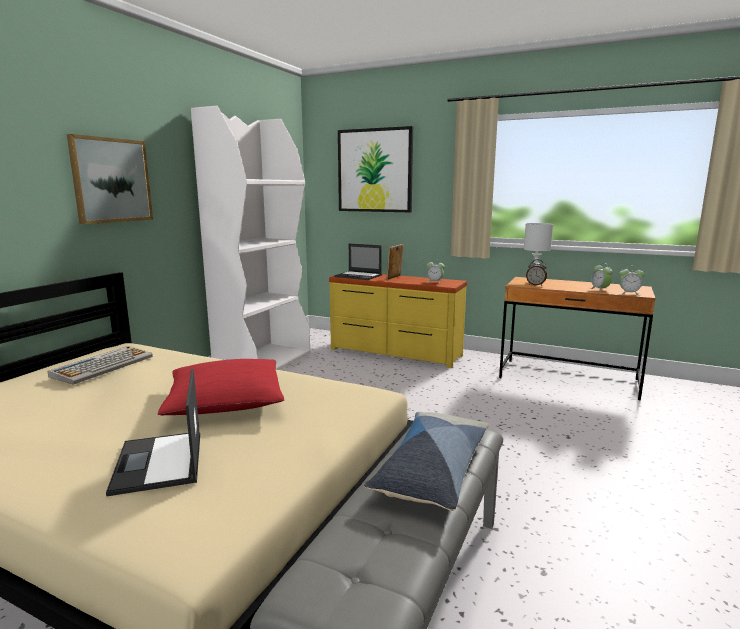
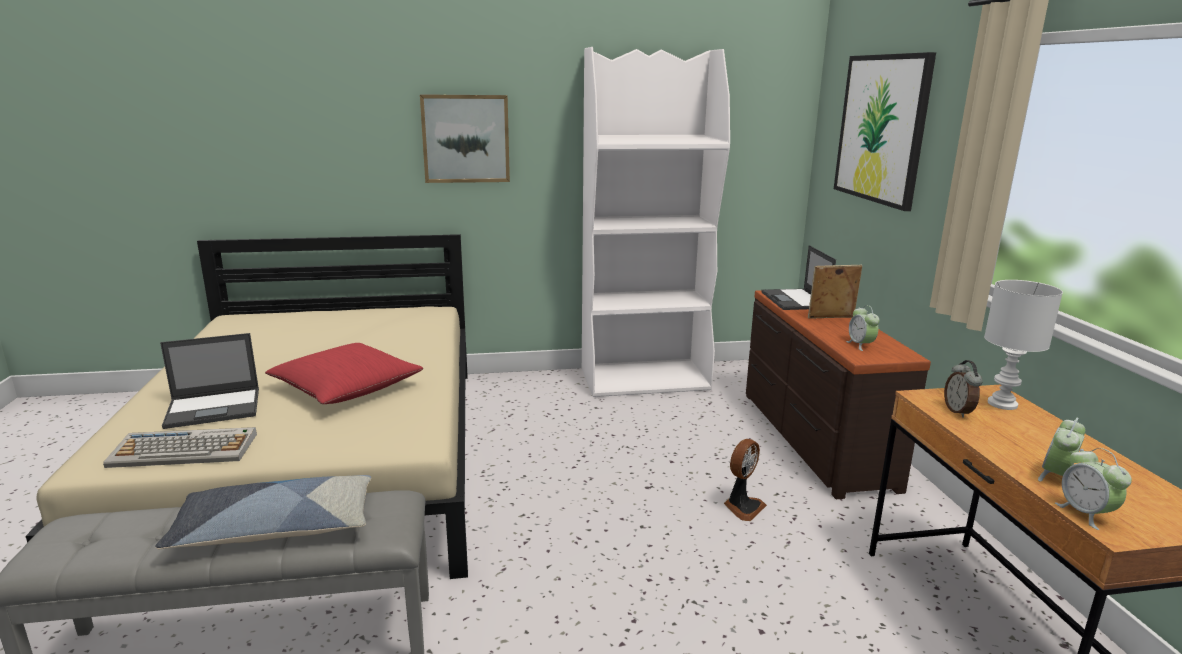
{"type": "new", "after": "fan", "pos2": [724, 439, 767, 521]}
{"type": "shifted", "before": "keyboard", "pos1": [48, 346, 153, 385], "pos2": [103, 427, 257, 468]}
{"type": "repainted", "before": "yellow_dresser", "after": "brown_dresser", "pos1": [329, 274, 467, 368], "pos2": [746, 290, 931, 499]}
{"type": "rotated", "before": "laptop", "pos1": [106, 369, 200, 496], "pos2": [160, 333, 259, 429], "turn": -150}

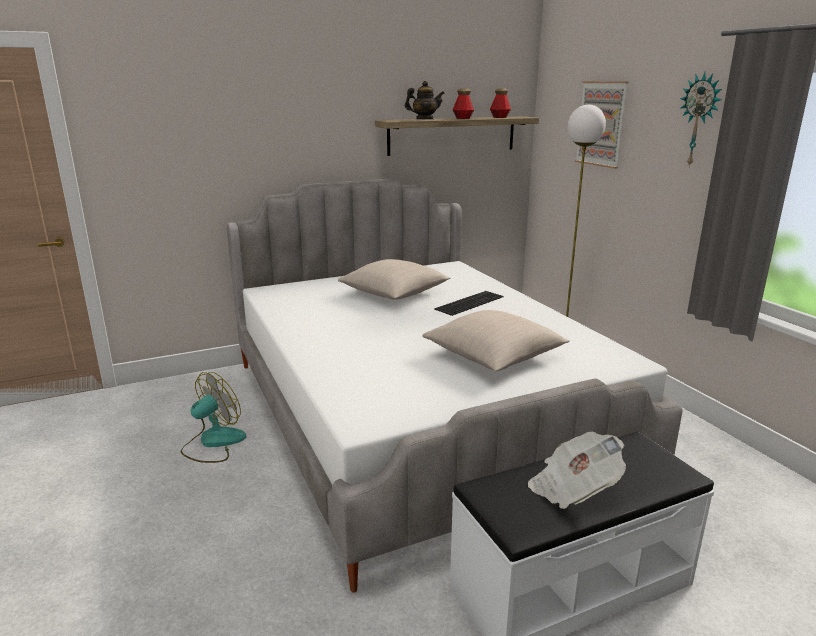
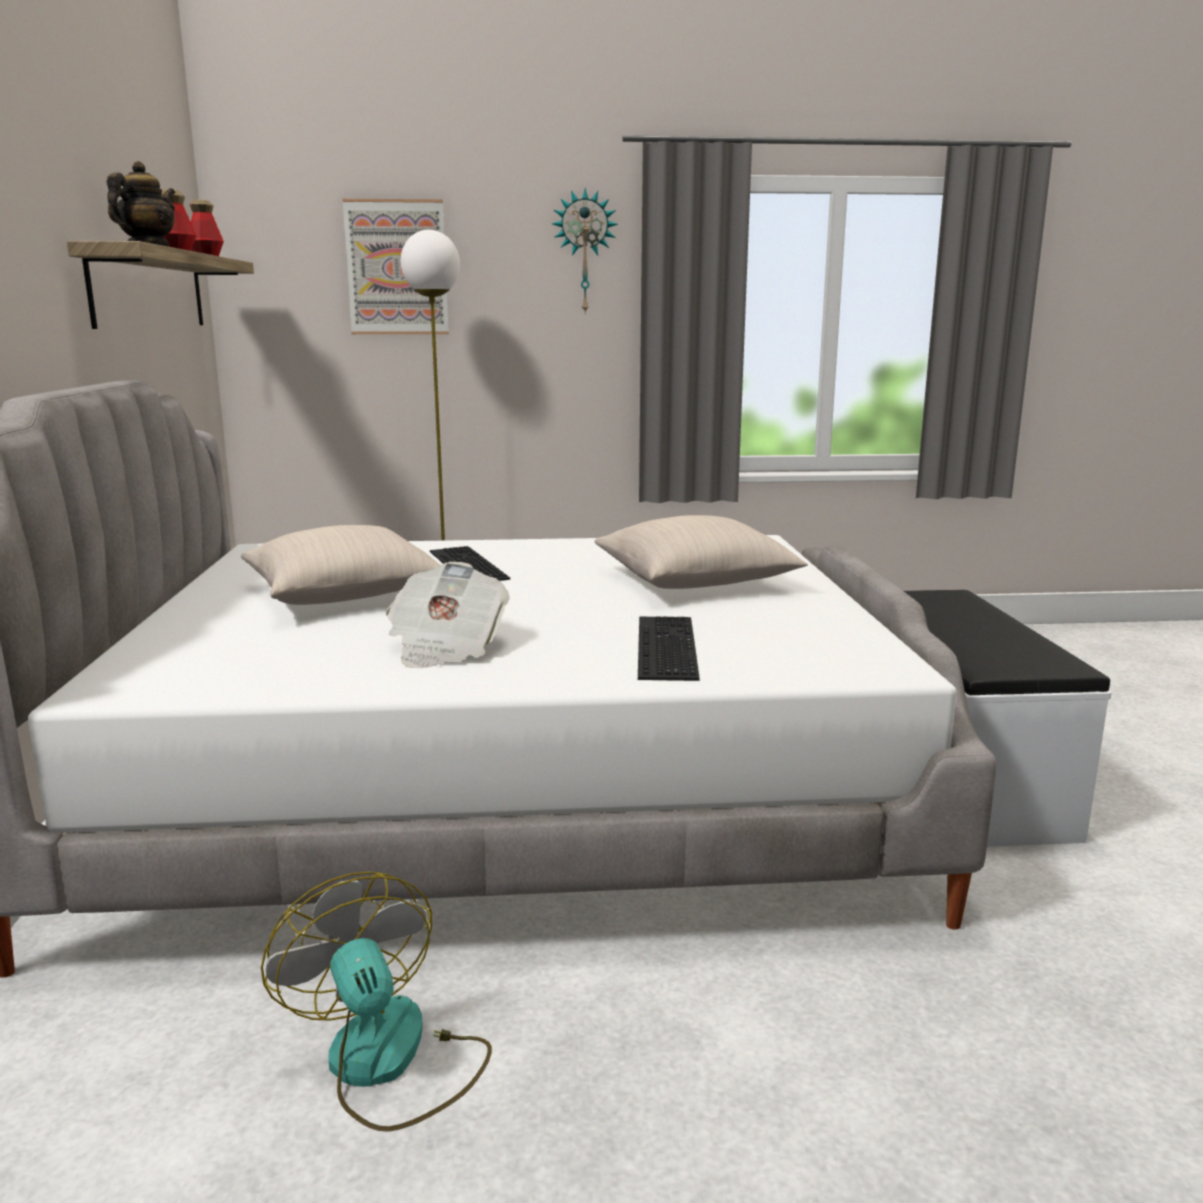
{"type": "new", "after": "keyboard", "pos2": [638, 616, 700, 681]}
{"type": "shifted", "before": "newspaper", "pos1": [528, 432, 626, 509], "pos2": [386, 562, 510, 668]}

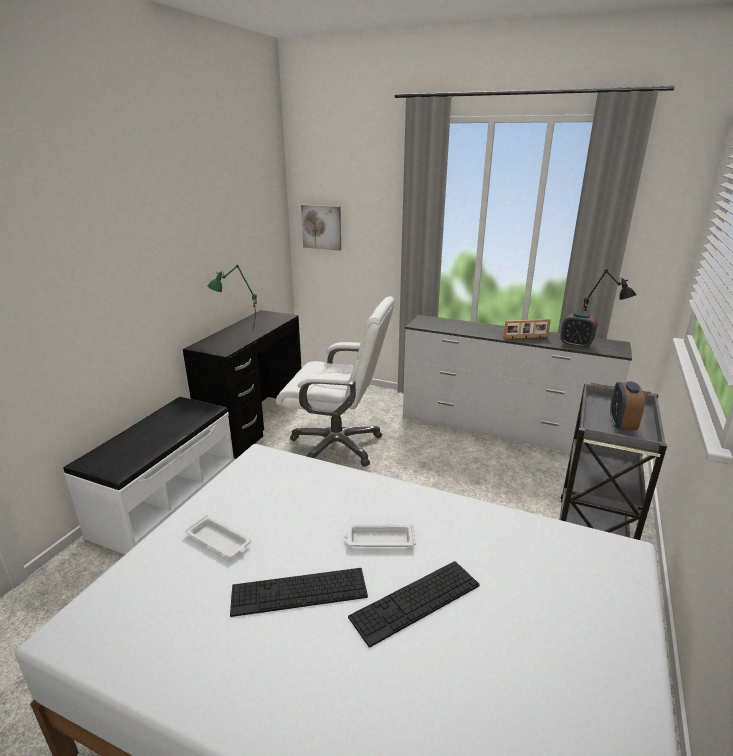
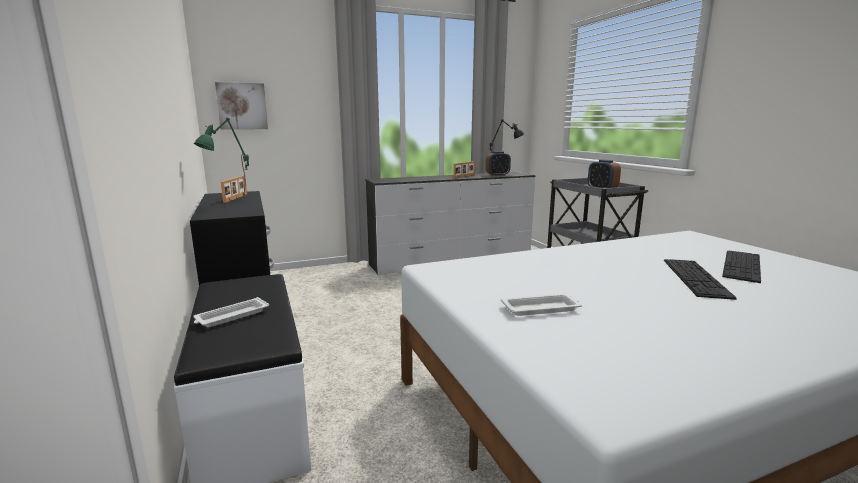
{"type": "gone", "before": "white_office_chair", "pos1": [276, 296, 395, 466]}
{"type": "new", "after": "picture_frame", "pos2": [221, 176, 247, 203]}
{"type": "shifted", "before": "keyboard", "pos1": [230, 568, 368, 617], "pos2": [722, 250, 761, 283]}
{"type": "shifted", "before": "white_tray", "pos1": [344, 524, 415, 547], "pos2": [193, 297, 269, 327]}

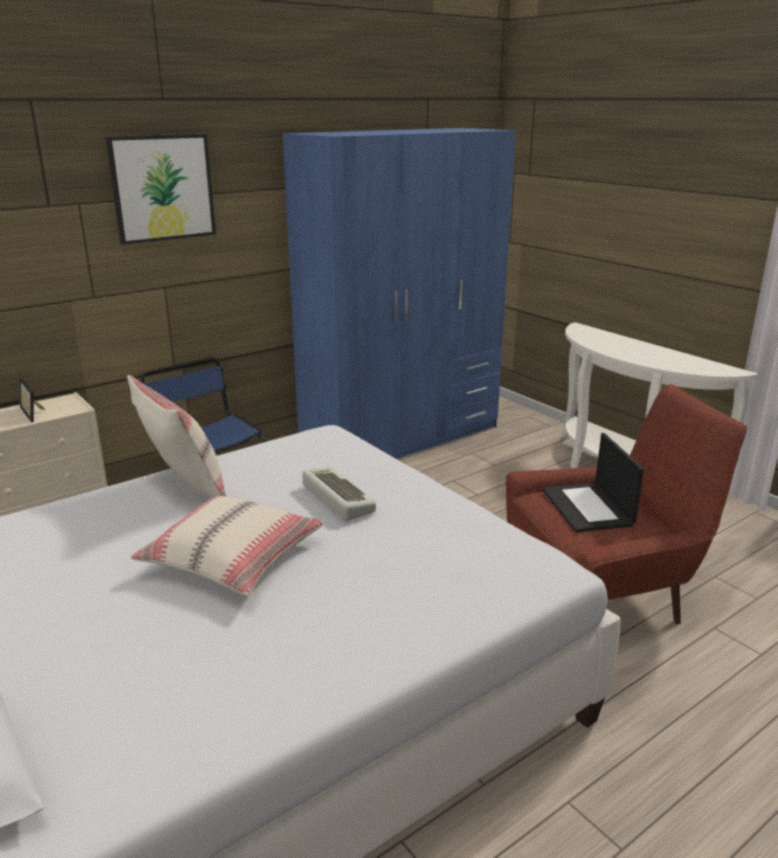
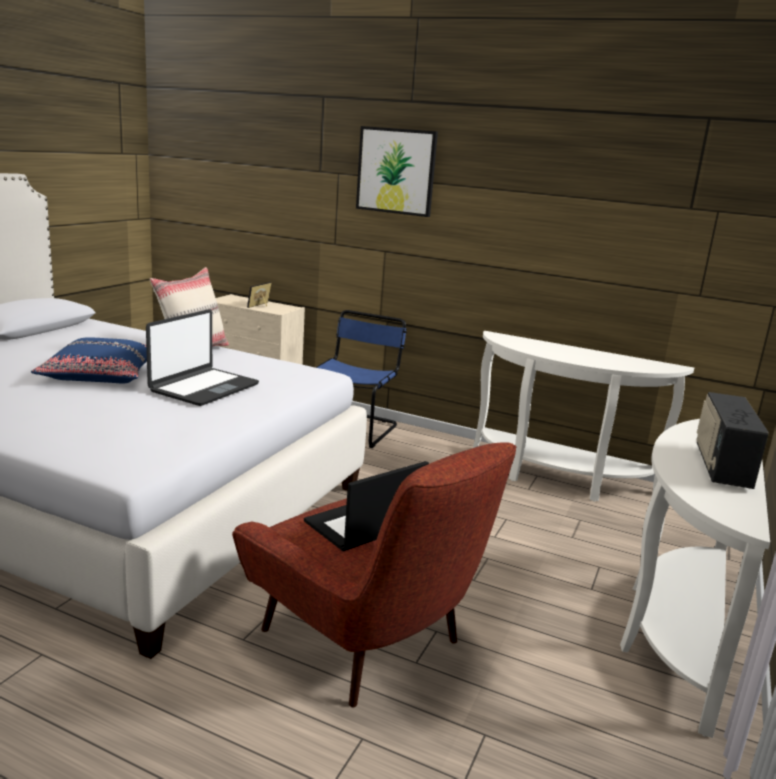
{"type": "new", "after": "radio", "pos2": [697, 392, 769, 489]}
{"type": "swapped", "before": "blue_wardrobe", "after": "white_console_table", "pos1": [282, 128, 516, 459], "pos2": [473, 331, 694, 502]}
{"type": "swapped", "before": "keyboard", "after": "laptop", "pos1": [302, 467, 376, 521], "pos2": [146, 309, 259, 406]}
{"type": "repainted", "before": "beige_pillow", "after": "blue_pillow", "pos1": [130, 495, 325, 596], "pos2": [31, 337, 147, 384]}

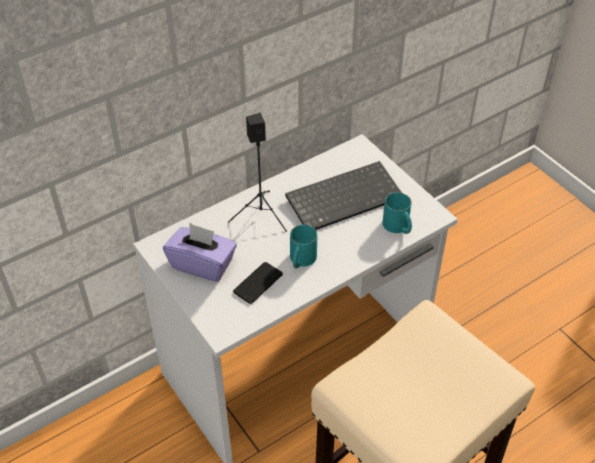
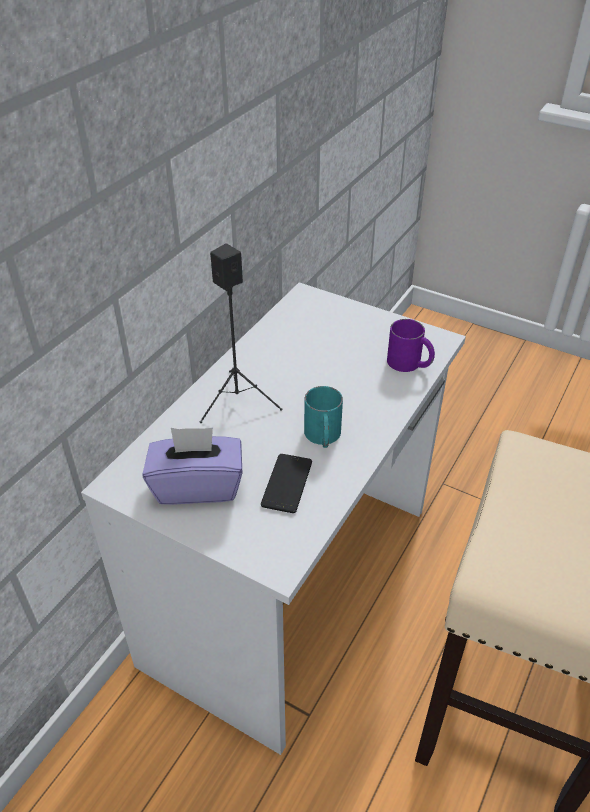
{"type": "gone", "before": "keyboard", "pos1": [285, 161, 402, 230]}
{"type": "repainted", "before": "turquoise_mug", "after": "purple_mug", "pos1": [382, 192, 412, 234], "pos2": [387, 319, 435, 372]}

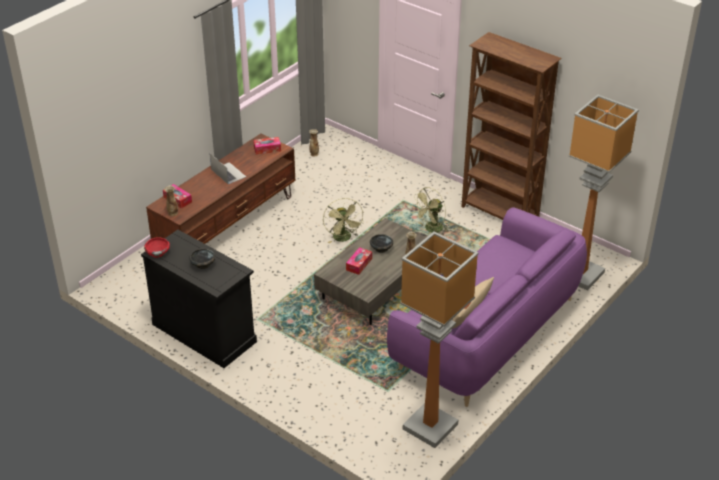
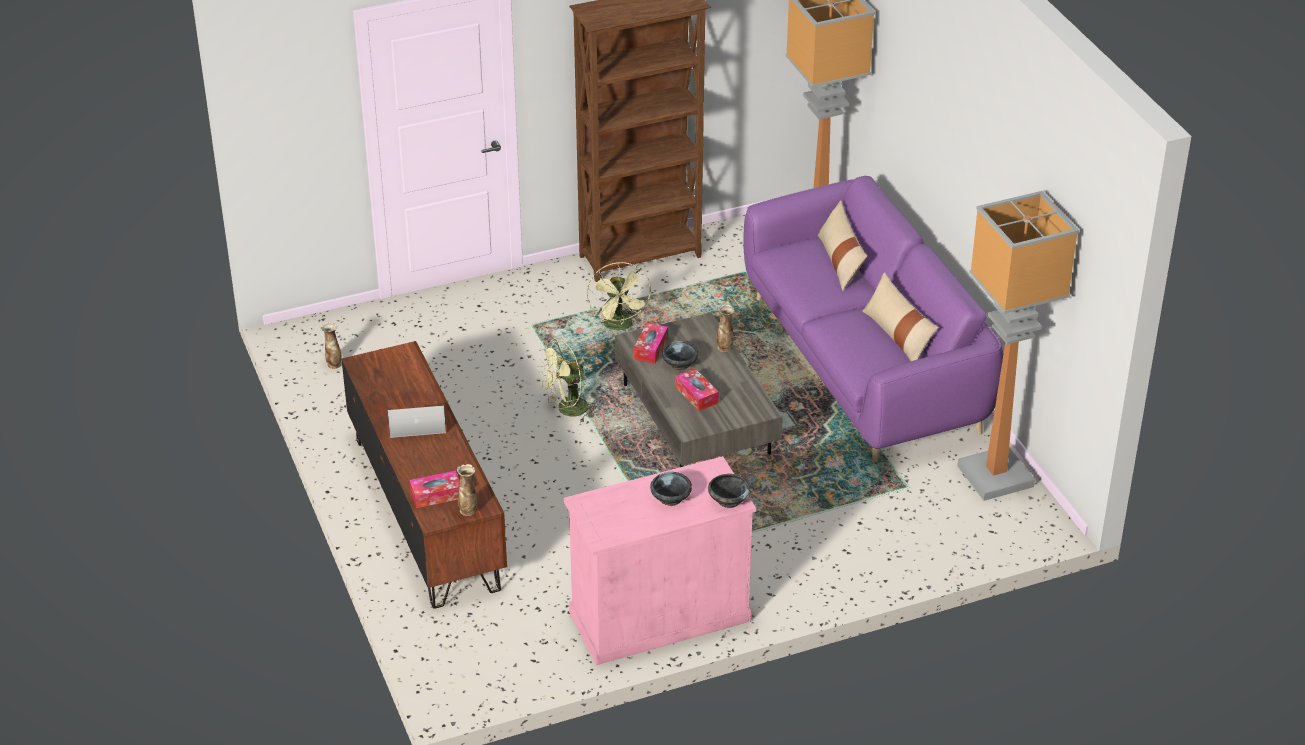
{"type": "gone", "before": "red_bowl", "pos1": [144, 237, 170, 258]}
{"type": "new", "after": "black_bowl", "pos2": [708, 474, 750, 508]}
{"type": "new", "after": "beige_pillow", "pos2": [818, 200, 867, 290]}
{"type": "shifted", "before": "tissue_box", "pos1": [253, 137, 281, 155], "pos2": [634, 323, 668, 364]}
{"type": "repainted", "before": "black_cabinet", "after": "pink_cabinet", "pos1": [141, 230, 257, 368], "pos2": [563, 456, 756, 665]}
{"type": "rotated", "before": "green_fan", "pos1": [323, 198, 364, 243], "pos2": [537, 340, 598, 422], "turn": 135}

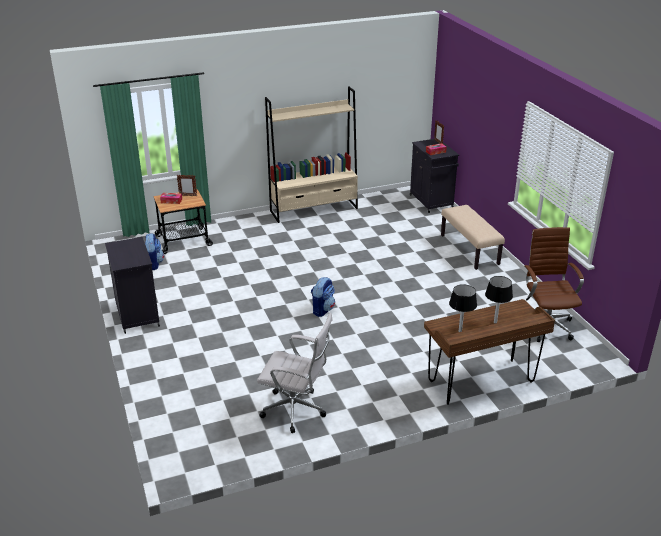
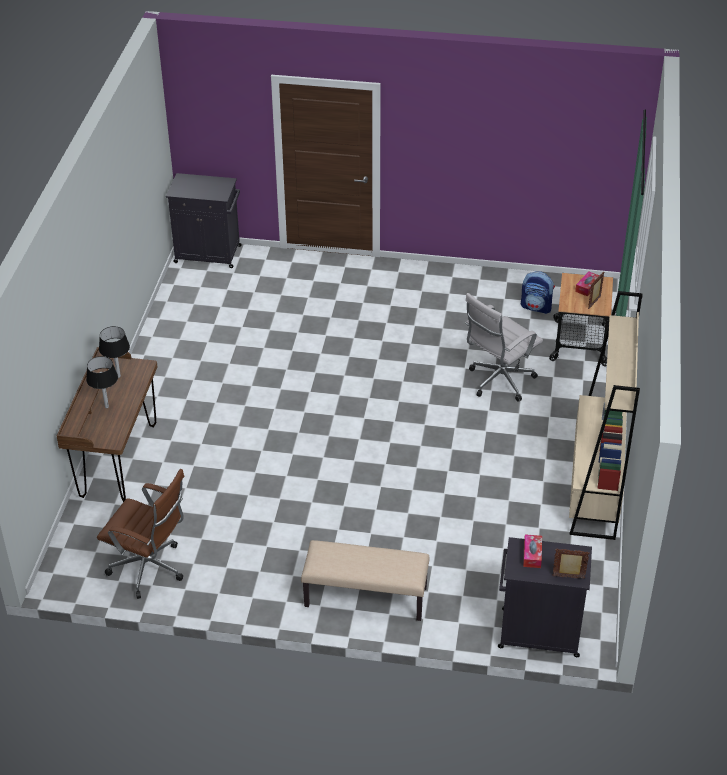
{"type": "gone", "before": "backpack", "pos1": [311, 277, 335, 317]}
{"type": "shifted", "before": "black_cabinet", "pos1": [105, 237, 160, 334], "pos2": [166, 173, 241, 268]}
{"type": "shifted", "before": "white_office_chair", "pos1": [257, 313, 332, 433], "pos2": [465, 293, 543, 402]}

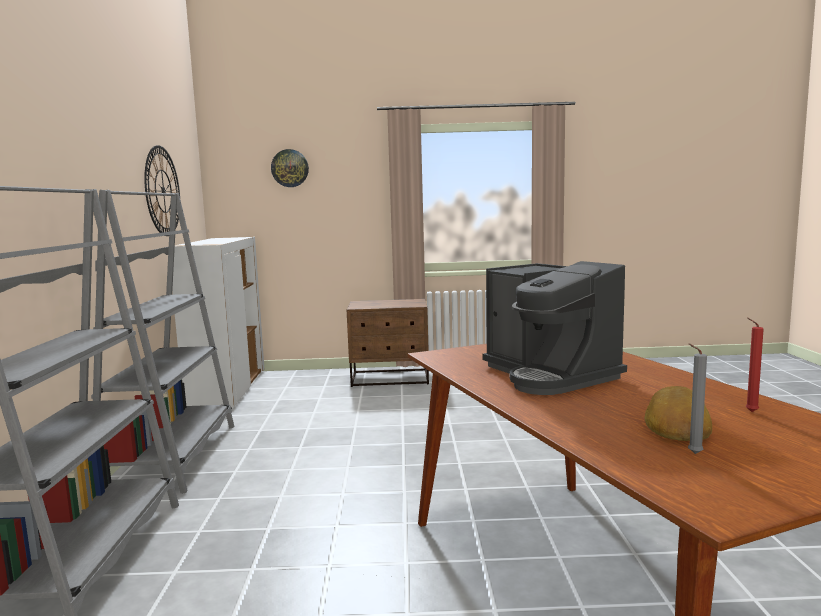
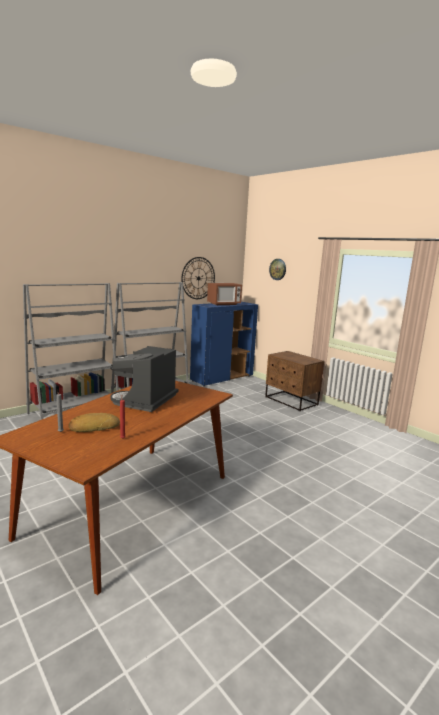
{"type": "new", "after": "microwave", "pos2": [207, 283, 242, 305]}
{"type": "repainted", "before": "white_cabinet", "after": "blue_cabinet", "pos1": [172, 237, 265, 409], "pos2": [190, 302, 258, 386]}

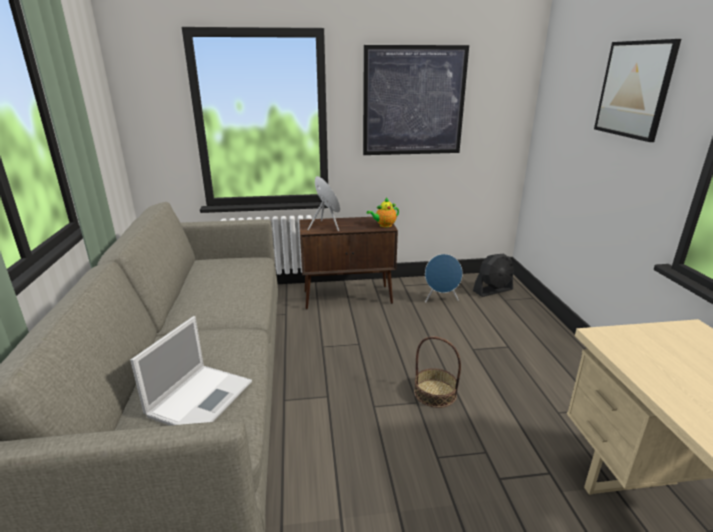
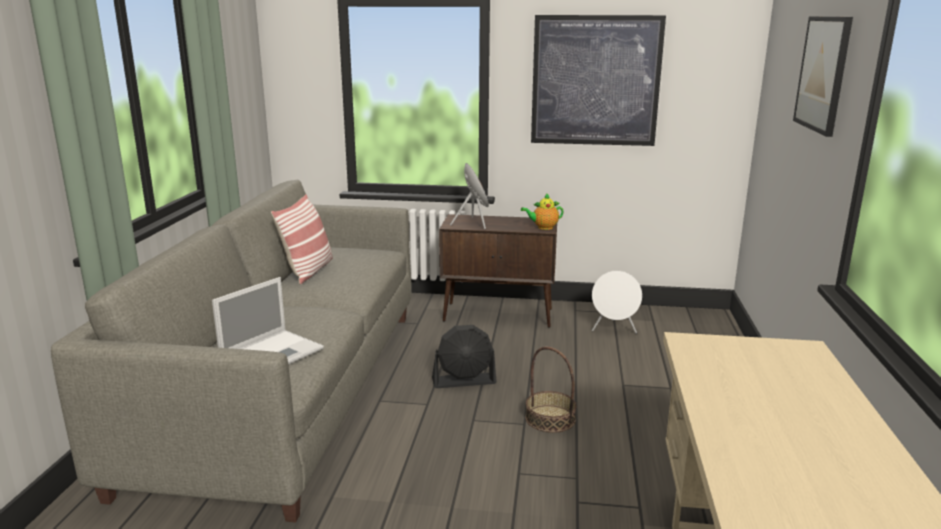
{"type": "new", "after": "pillow", "pos2": [271, 194, 333, 284]}
{"type": "shifted", "before": "black_fan", "pos1": [473, 254, 514, 297], "pos2": [432, 325, 497, 388]}
{"type": "repainted", "before": "blue_speaker", "after": "white_speaker", "pos1": [425, 254, 463, 303], "pos2": [592, 271, 642, 334]}

